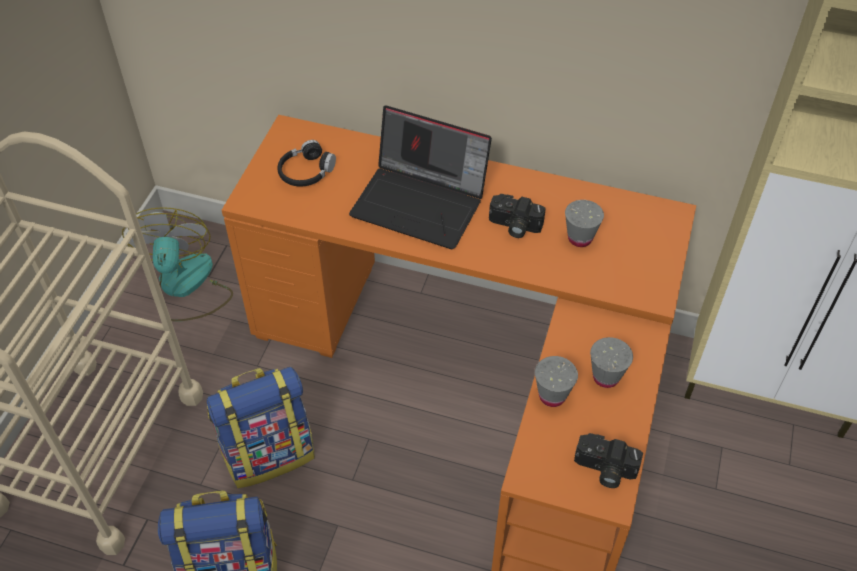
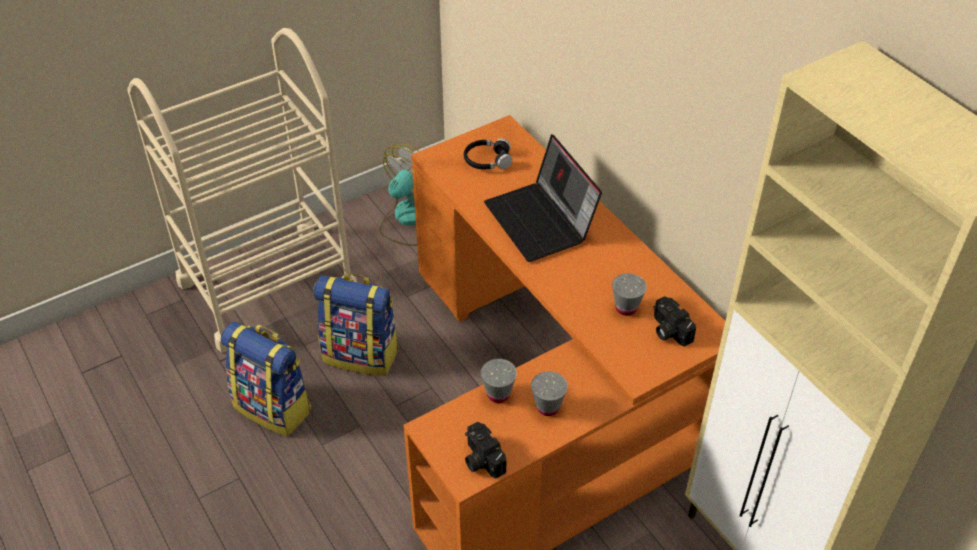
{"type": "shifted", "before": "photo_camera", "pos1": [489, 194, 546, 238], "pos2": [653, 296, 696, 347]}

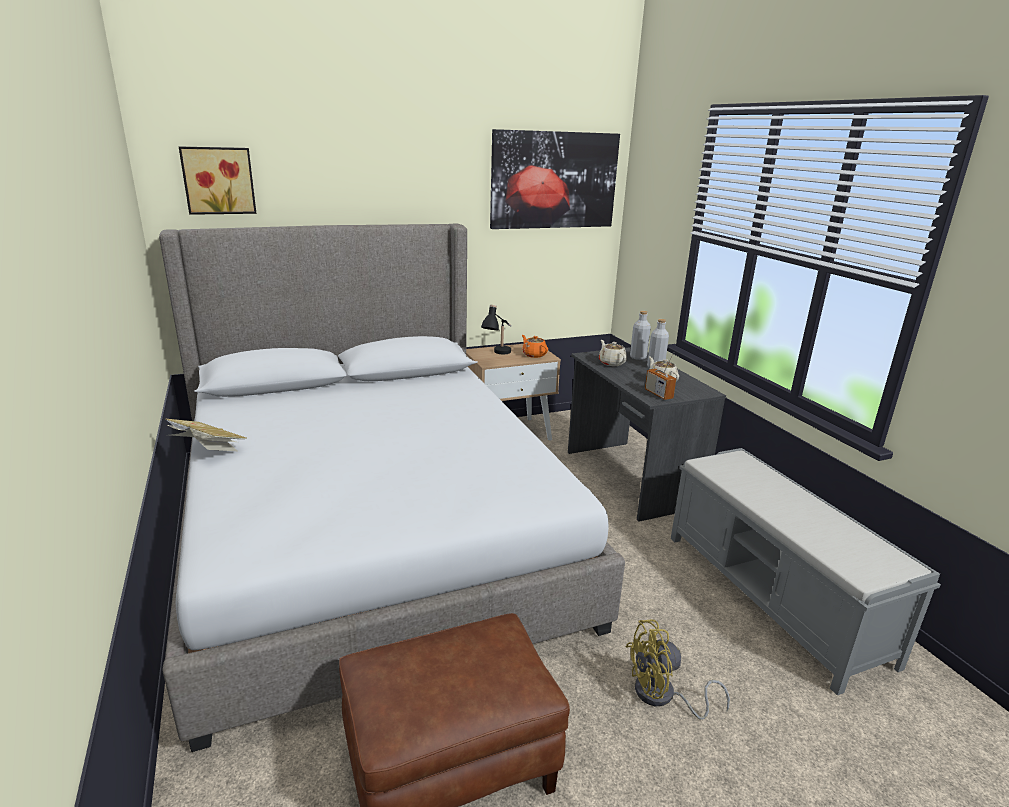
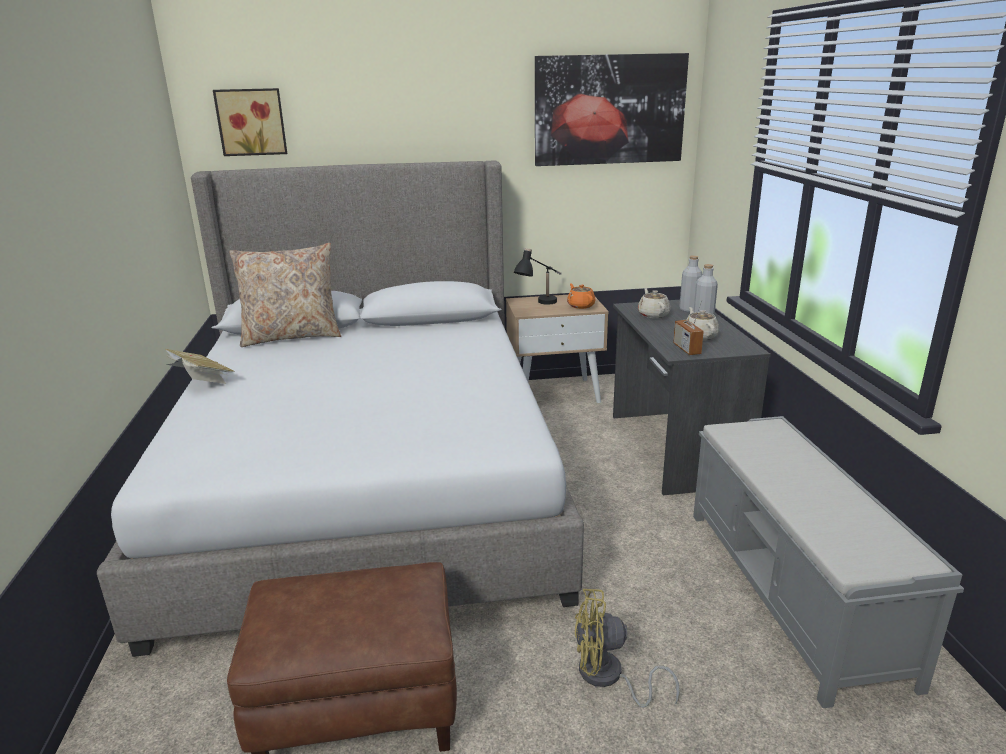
{"type": "new", "after": "beige_pillow", "pos2": [229, 243, 341, 347]}

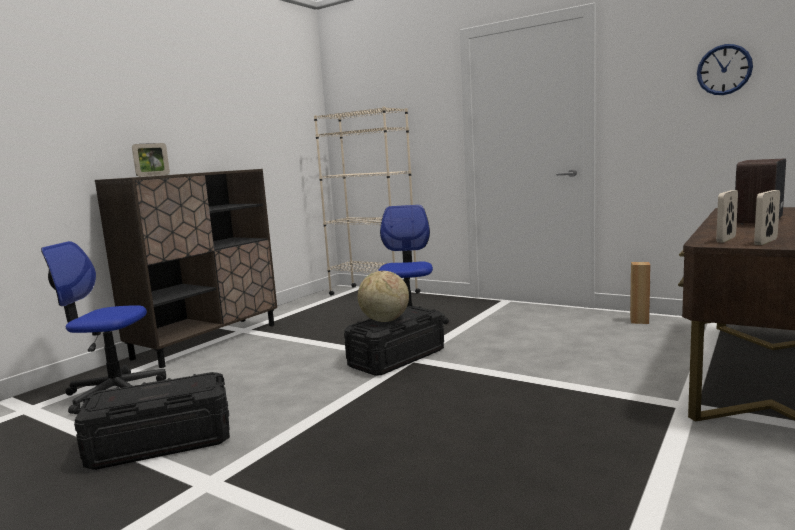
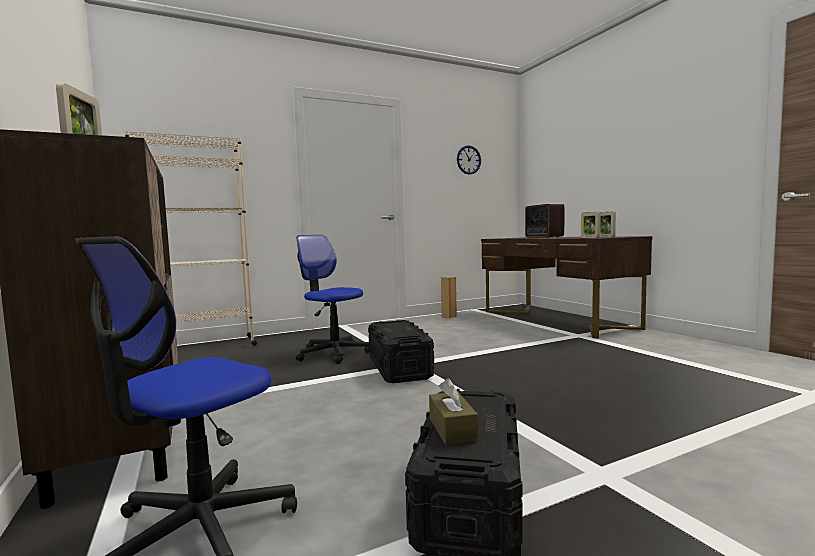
{"type": "gone", "before": "globe", "pos1": [358, 271, 409, 322]}
{"type": "new", "after": "brown_tissue_box", "pos2": [429, 378, 478, 445]}

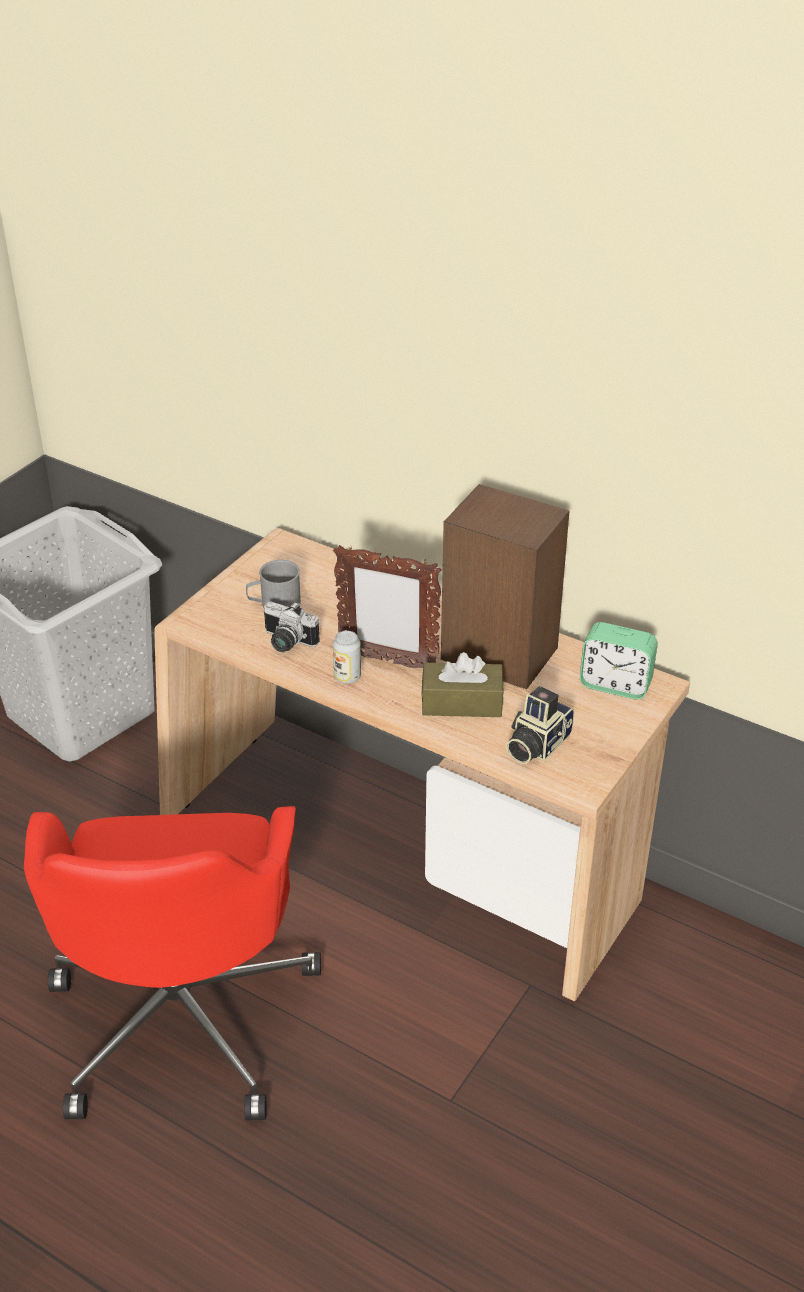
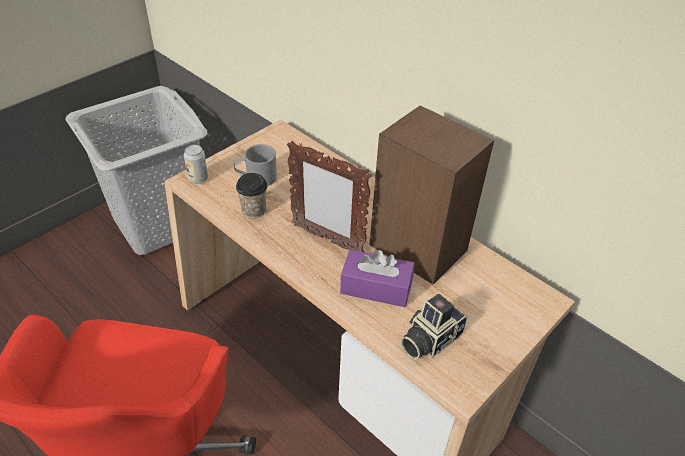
{"type": "gone", "before": "alarm_clock", "pos1": [580, 622, 658, 700]}
{"type": "shifted", "before": "can", "pos1": [333, 631, 361, 684], "pos2": [184, 145, 208, 184]}
{"type": "swapped", "before": "photo_camera", "after": "cup", "pos1": [263, 602, 320, 652], "pos2": [236, 173, 268, 218]}
{"type": "repainted", "before": "brown_tissue_box", "after": "purple_tissue_box", "pos1": [421, 652, 504, 717], "pos2": [340, 250, 415, 307]}

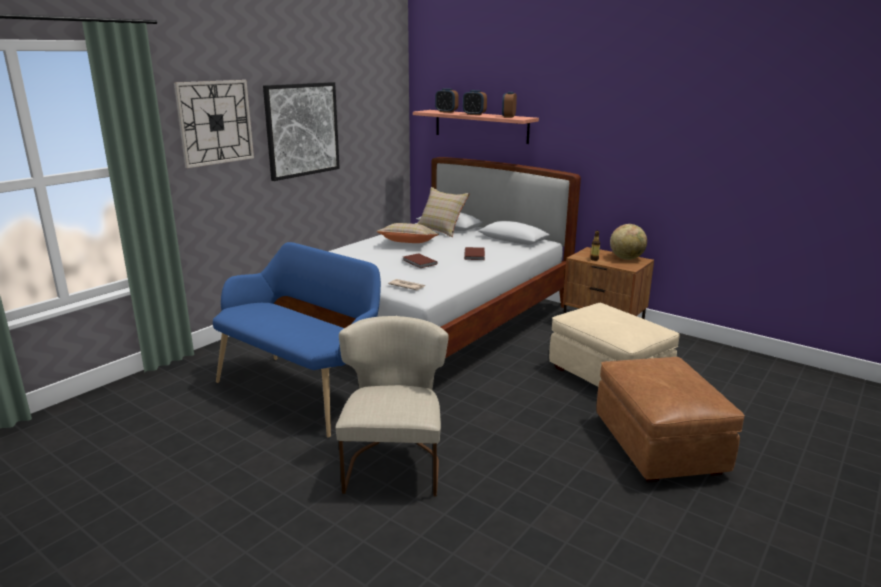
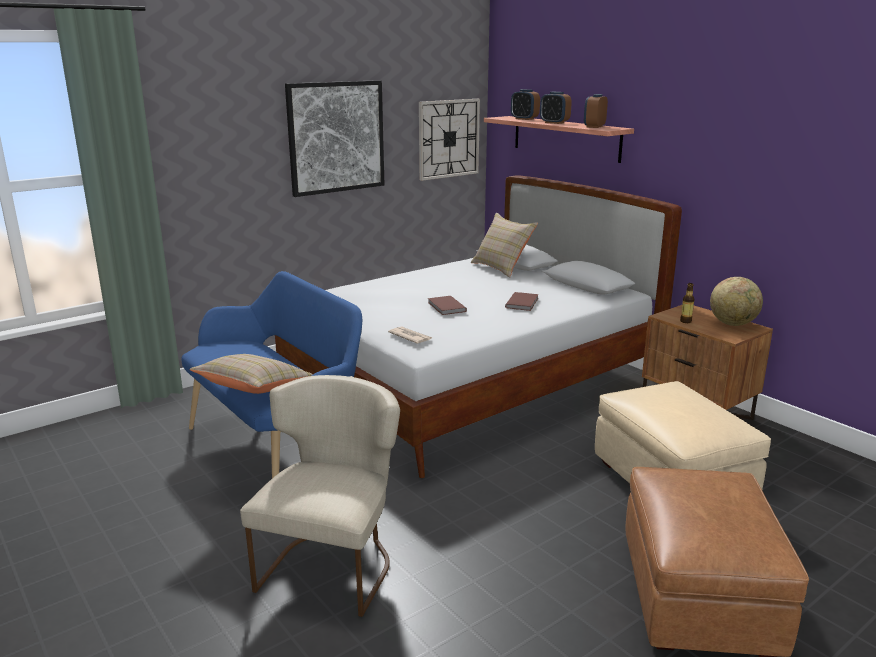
{"type": "shifted", "before": "wall_clock", "pos1": [174, 80, 254, 168], "pos2": [419, 99, 480, 181]}
{"type": "shifted", "before": "beige_pillow", "pos1": [377, 223, 439, 243], "pos2": [190, 354, 313, 394]}

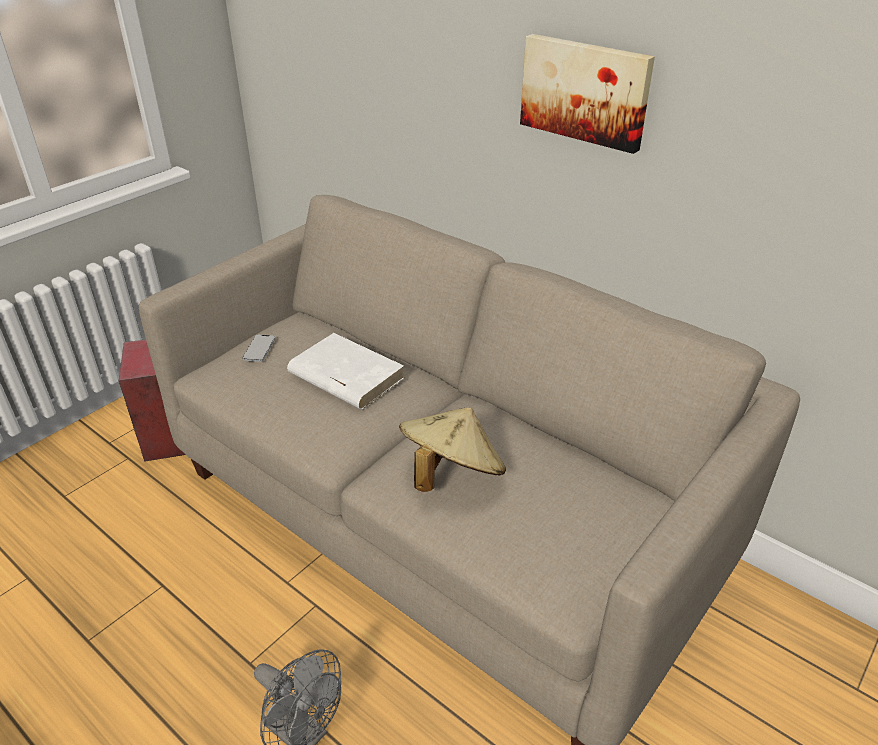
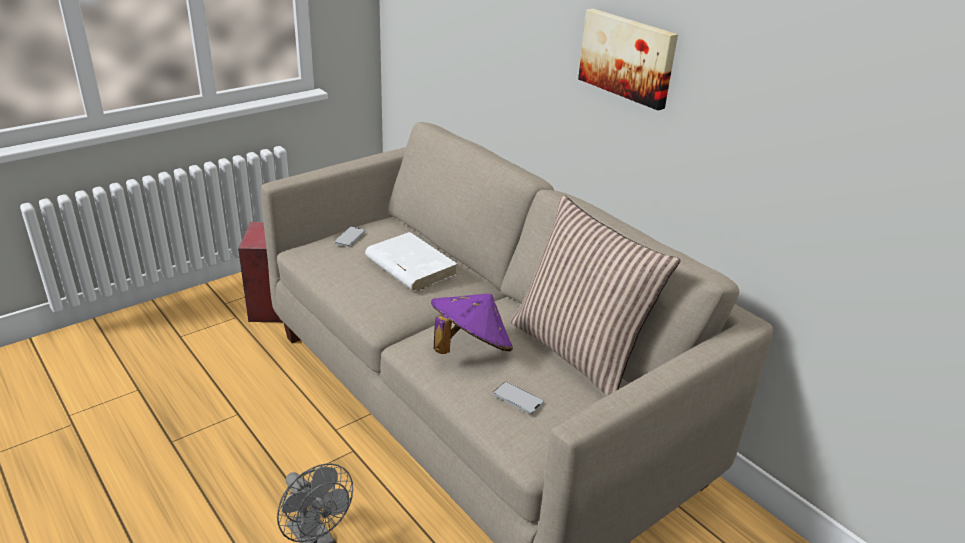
{"type": "new", "after": "phone", "pos2": [493, 382, 544, 414]}
{"type": "new", "after": "pillow", "pos2": [511, 195, 680, 396]}
{"type": "repainted", "before": "beige_hat", "after": "purple_hat", "pos1": [399, 407, 506, 492], "pos2": [431, 294, 513, 354]}

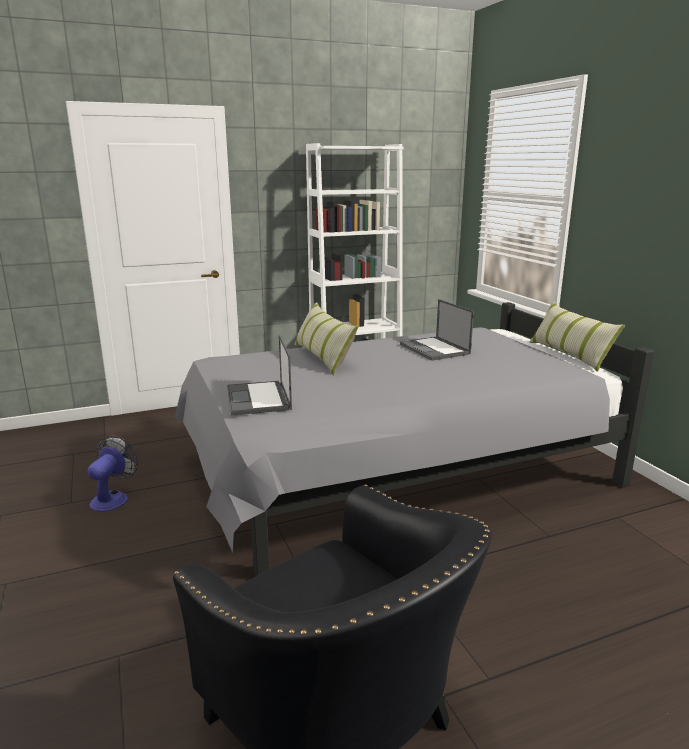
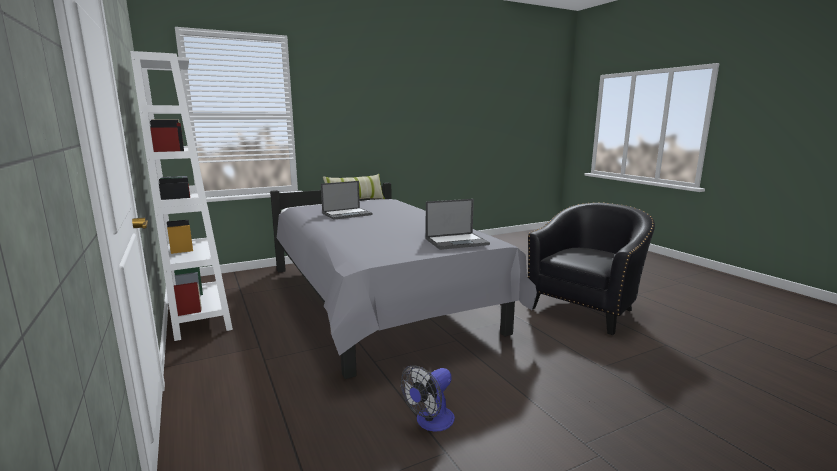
{"type": "gone", "before": "pillow", "pos1": [294, 302, 359, 375]}
{"type": "rotated", "before": "fan", "pos1": [88, 435, 138, 512], "pos2": [401, 365, 455, 432], "turn": -60}

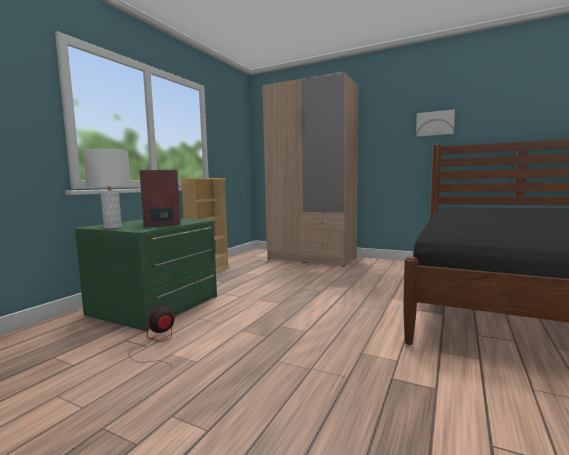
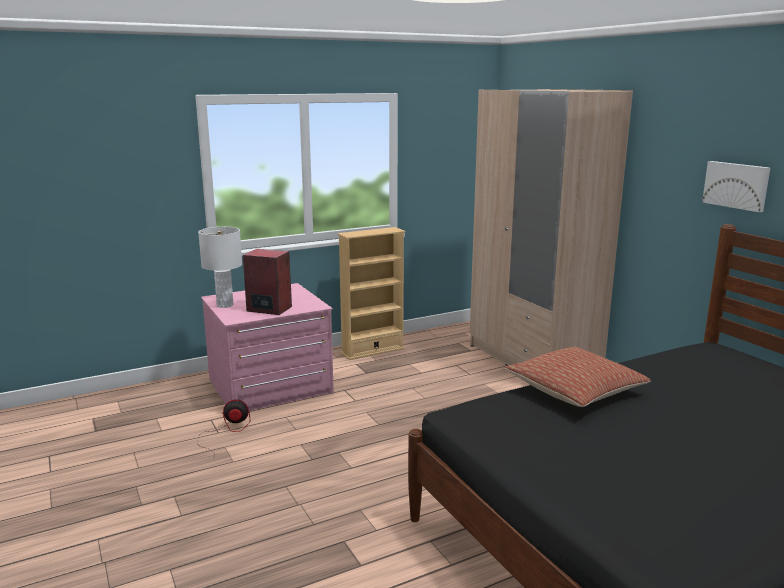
{"type": "new", "after": "pillow", "pos2": [505, 347, 651, 407]}
{"type": "repainted", "before": "green_dresser", "after": "pink_dresser", "pos1": [74, 219, 217, 331], "pos2": [201, 283, 334, 411]}

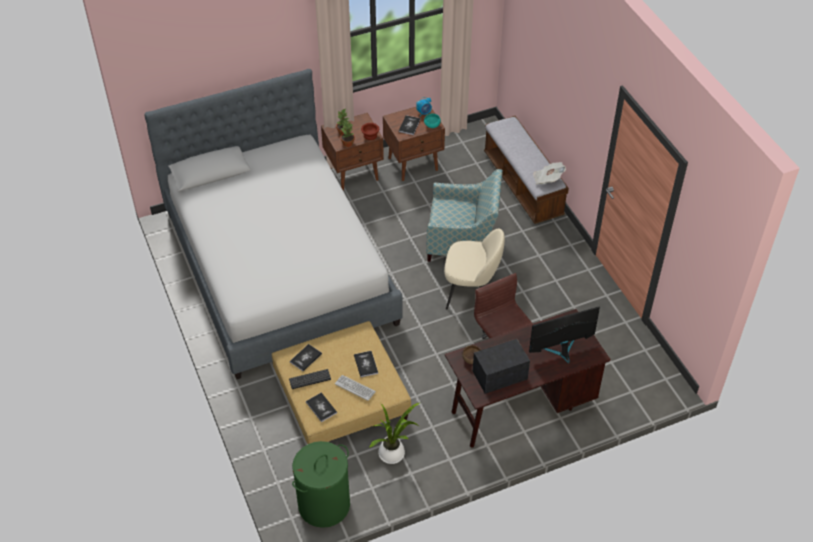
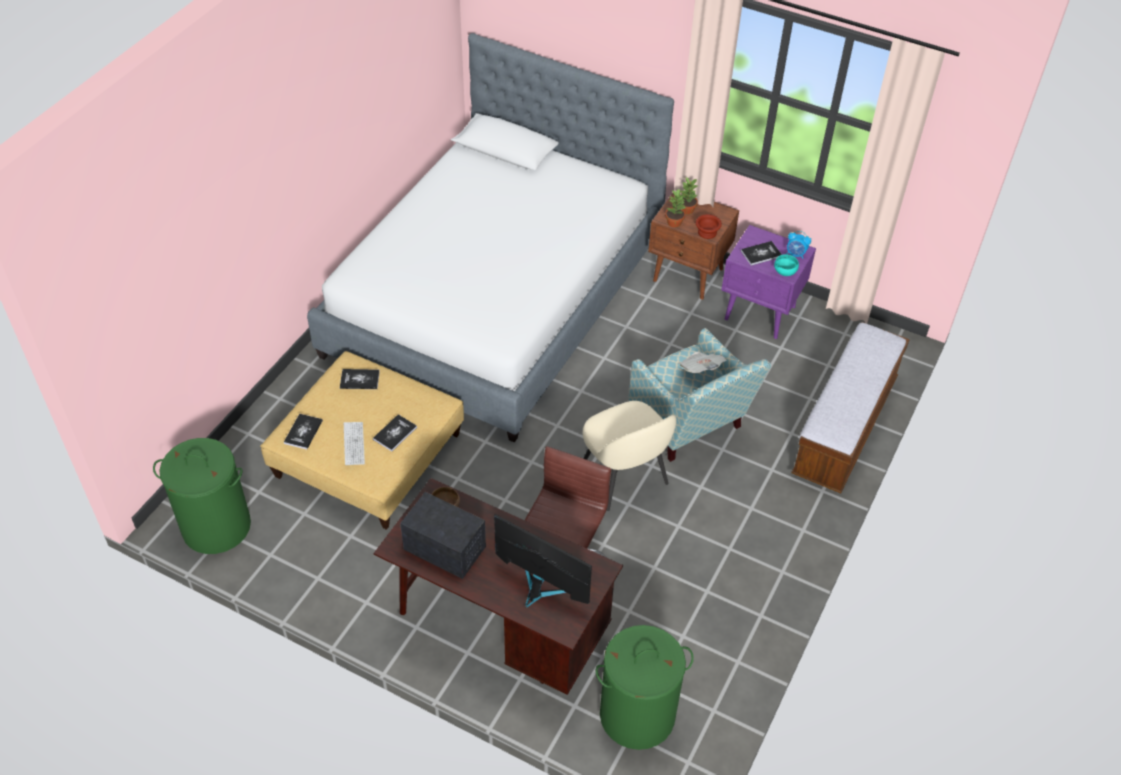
{"type": "gone", "before": "keyboard", "pos1": [289, 369, 331, 389]}
{"type": "gone", "before": "potted_plant", "pos1": [369, 402, 421, 464]}
{"type": "new", "after": "green_laundry_basket", "pos2": [595, 625, 694, 750]}
{"type": "shifted", "before": "newspaper", "pos1": [533, 162, 566, 184], "pos2": [678, 352, 726, 373]}
{"type": "repainted", "before": "brown_nightstand", "after": "purple_nightstand", "pos1": [383, 107, 445, 181], "pos2": [721, 225, 816, 339]}

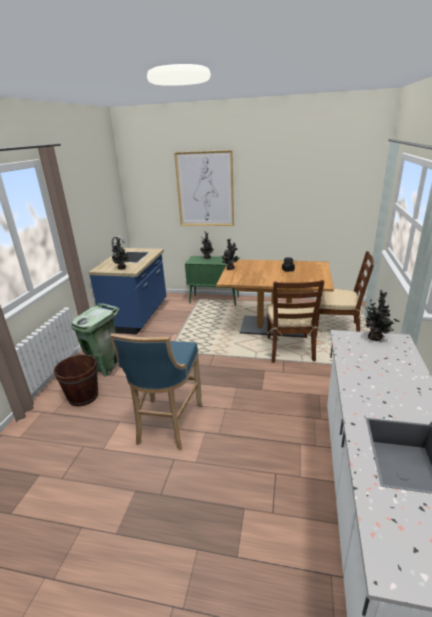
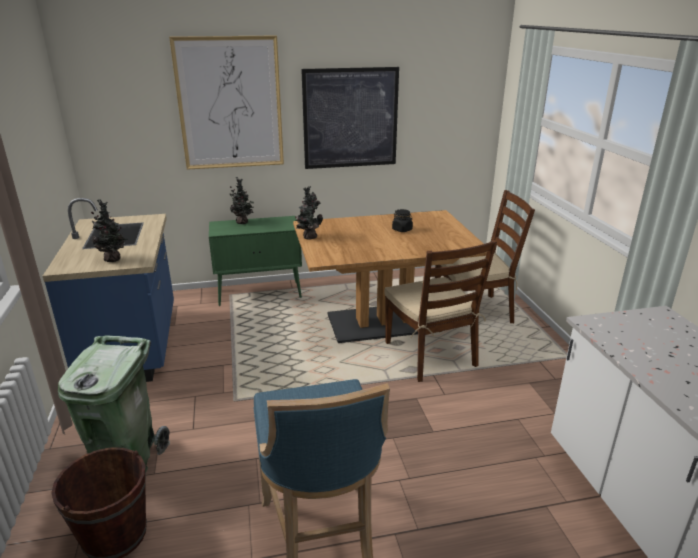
{"type": "gone", "before": "potted_plant", "pos1": [365, 290, 399, 341]}
{"type": "new", "after": "picture", "pos2": [301, 67, 399, 169]}

